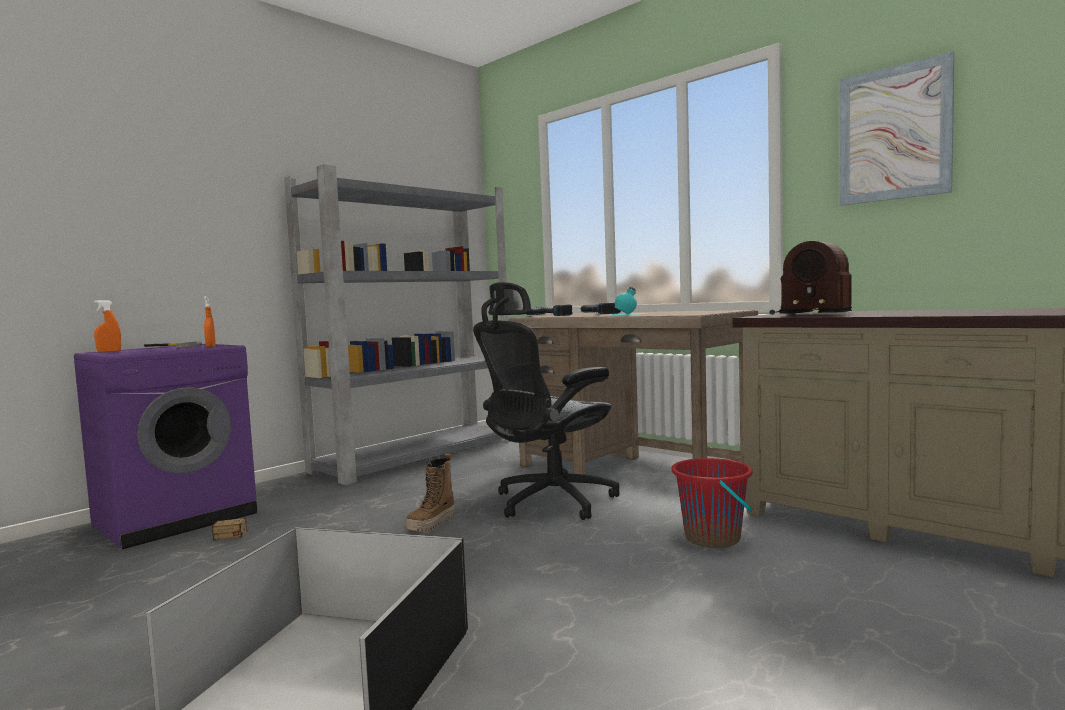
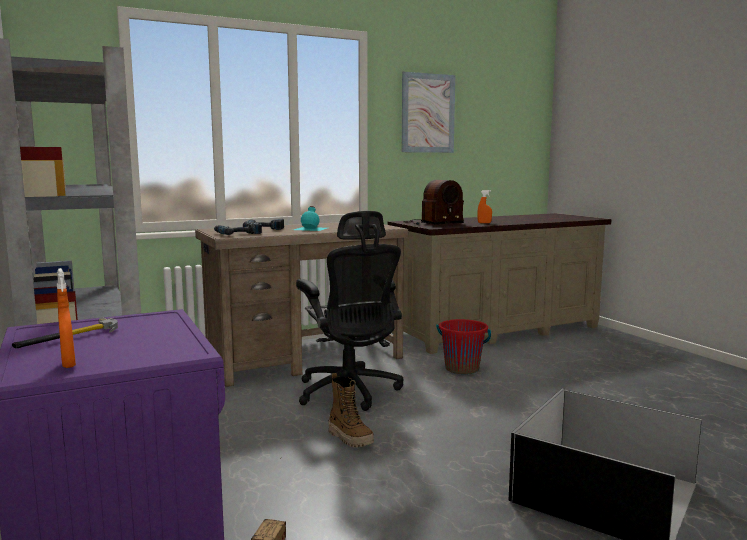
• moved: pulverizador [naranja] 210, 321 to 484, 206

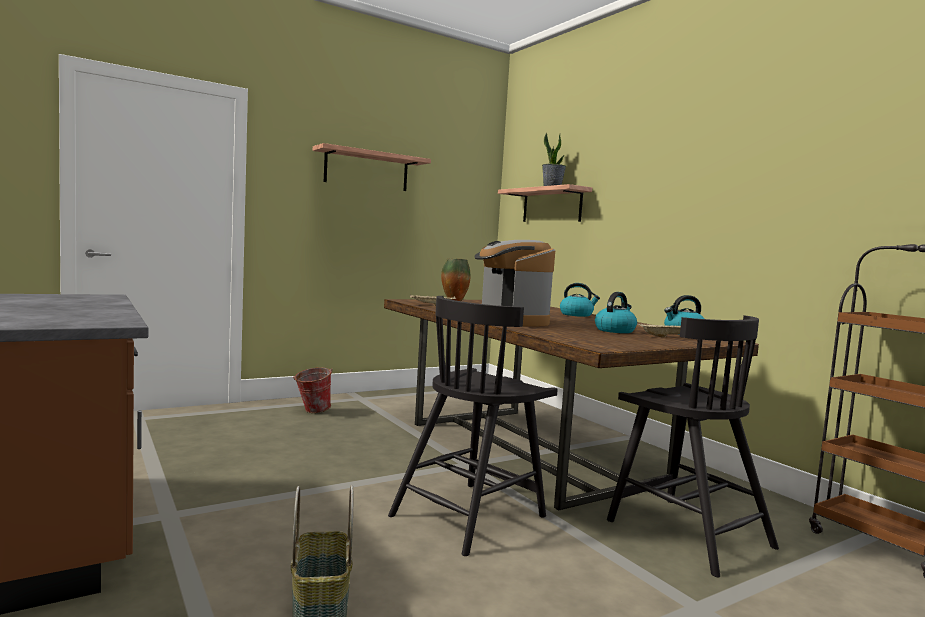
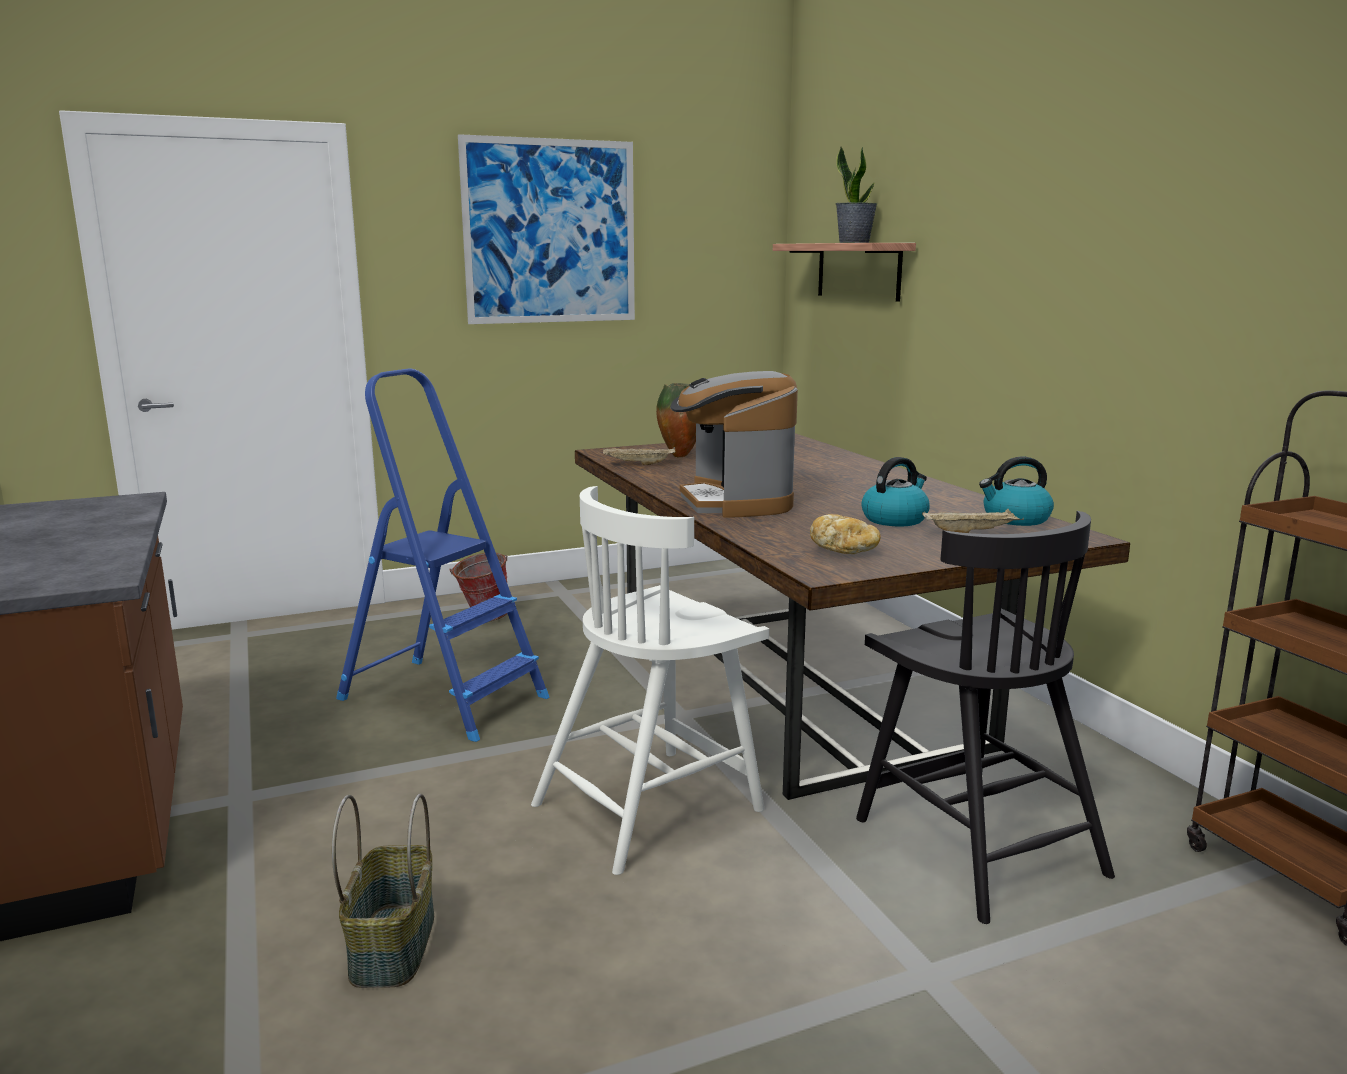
• replaced: estante 372, 167 to cuadro 546, 229
• recoloured: silla [negro] 473, 426 to silla [blanco] 650, 680
• removed: hervidor 580, 300
• added: escalera de tijera [azul] 442, 555
• added: pan 845, 534

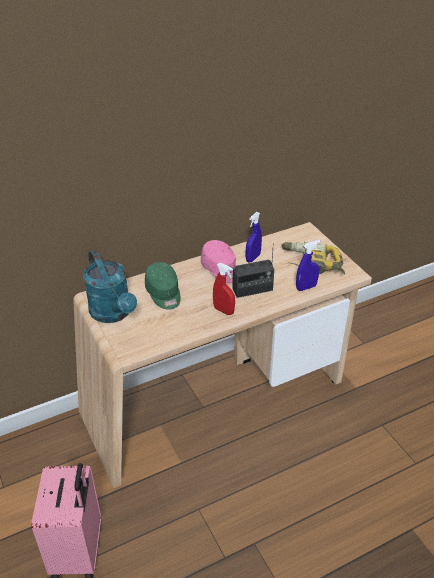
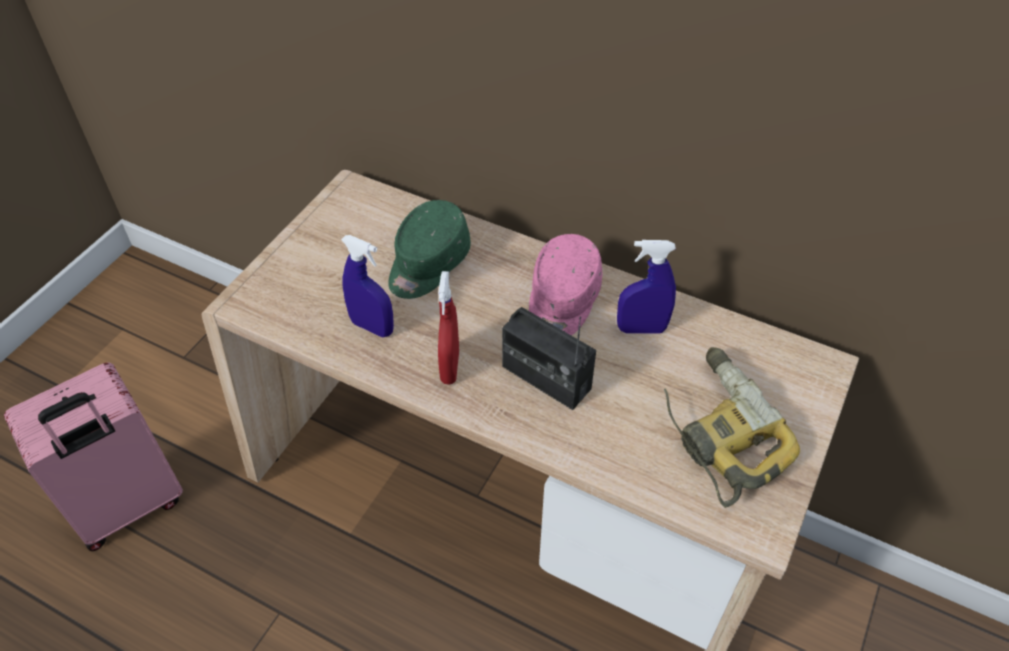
• removed: regadera [turquesa] 110, 286
• moved: pulverizador [azul] 308, 265 to 367, 286

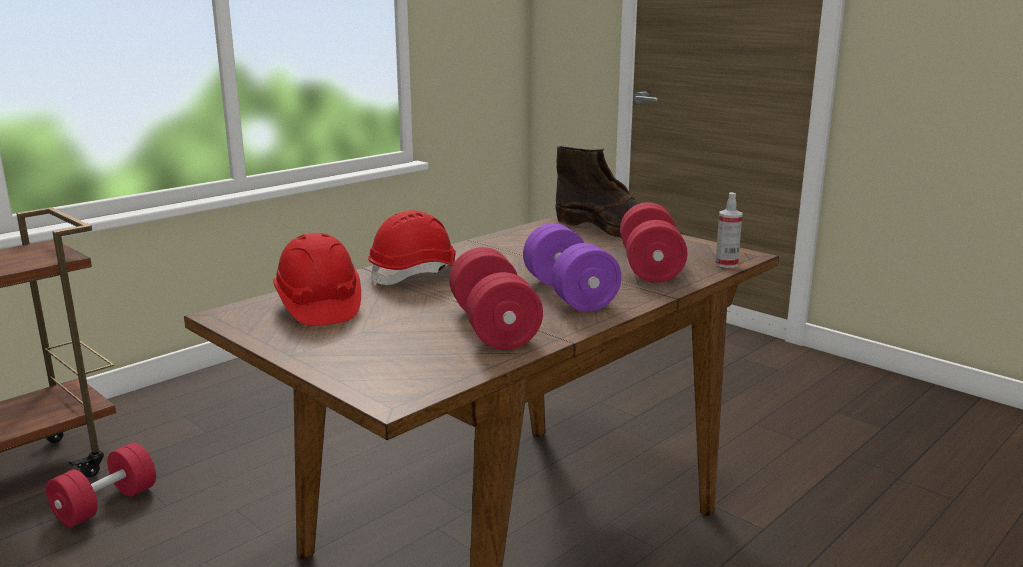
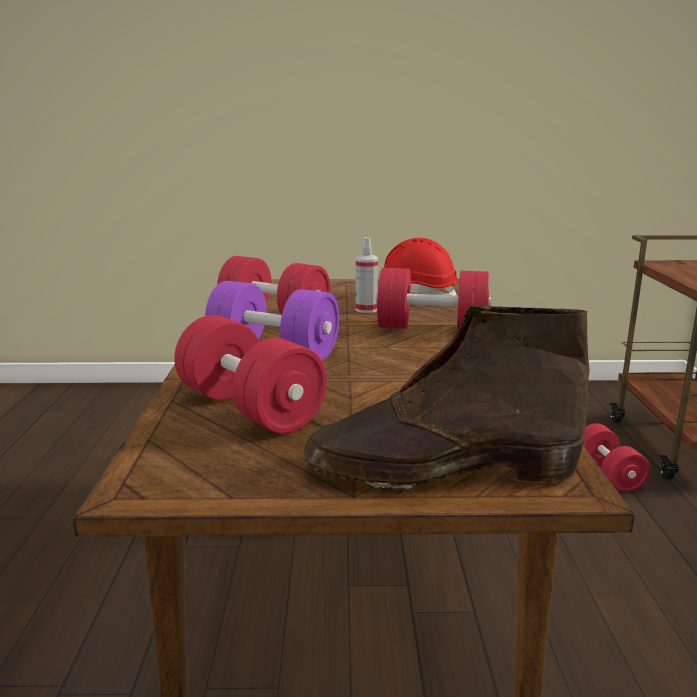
• replaced: casco [rojo] 412, 248 to mancuerna [rojo] 434, 299
• moved: pulverizador 728, 230 to 367, 275

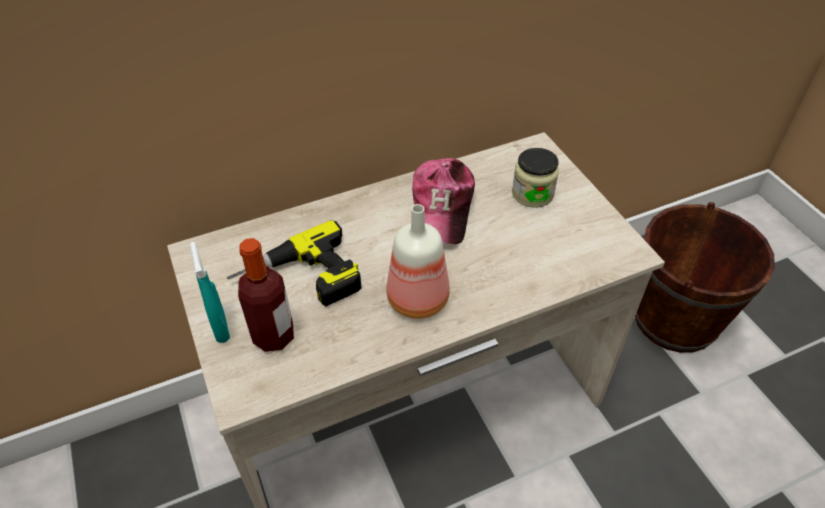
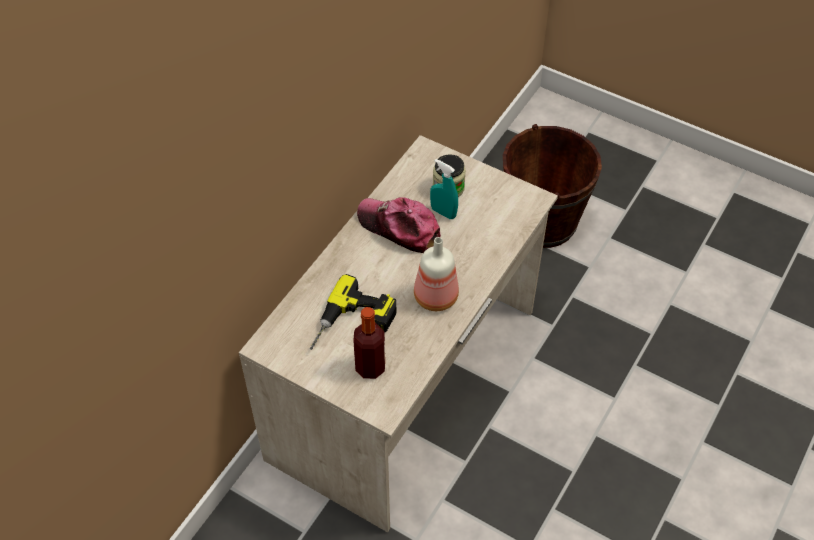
• moved: pulverizador [turquesa] 210, 292 to 444, 189
• turned: gorra 443, 201 = 399, 225 150 degrees clockwise

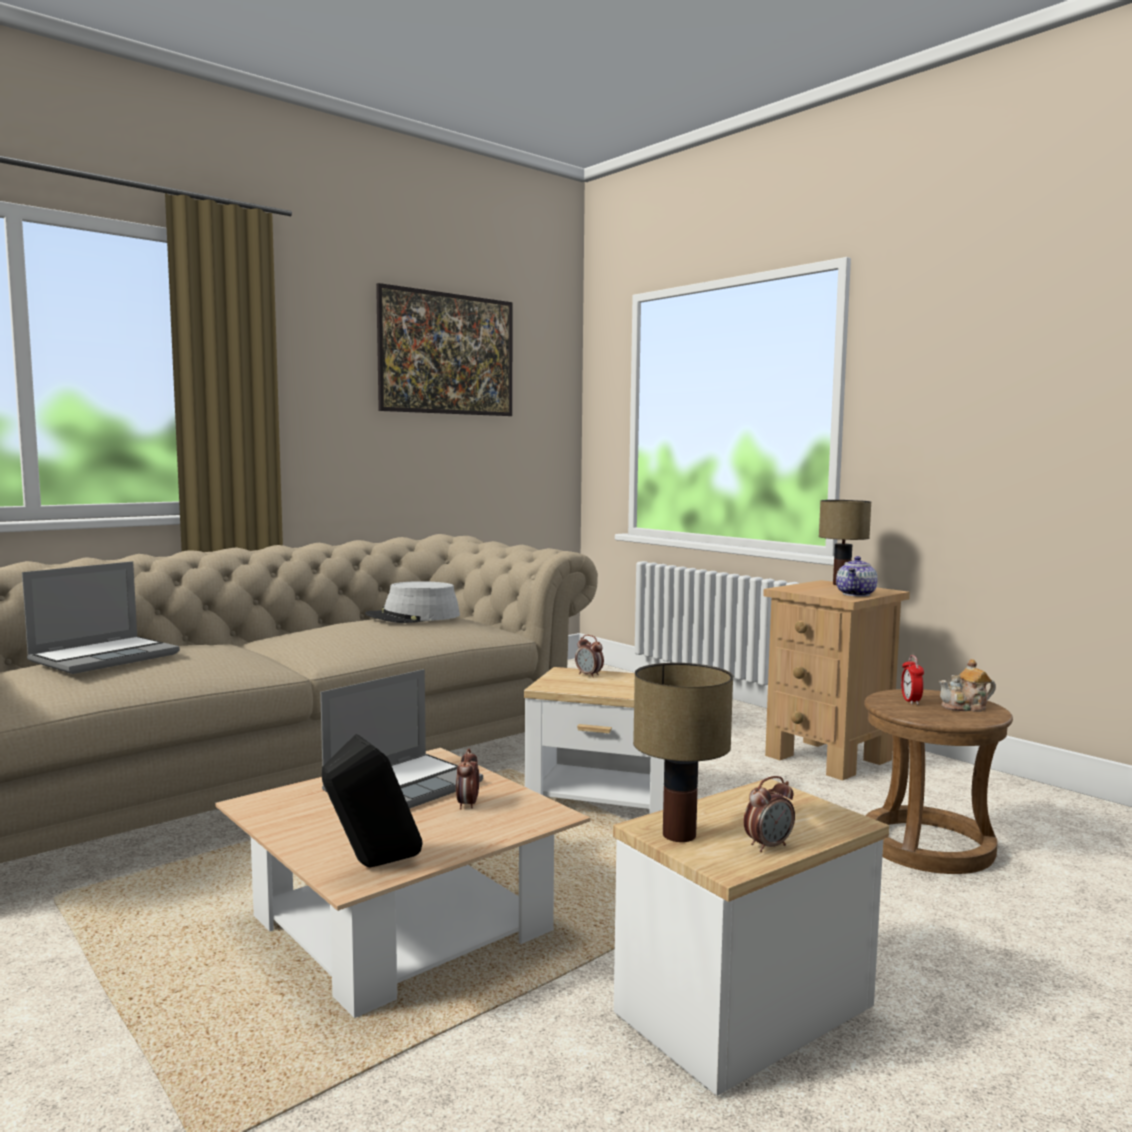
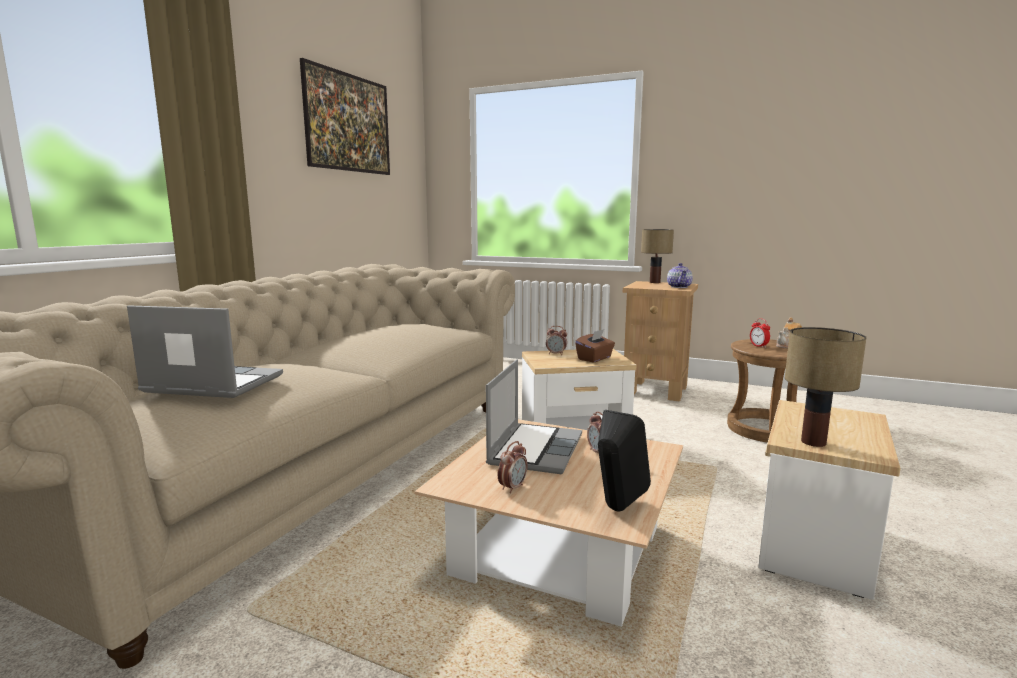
• turned: portátil 101, 617 = 205, 351 90 degrees counterclockwise
• removed: sombrero [gris] 412, 602
• moved: despertador 769, 814 to 513, 467
• added: caja de pañuelos [marrón] 595, 346

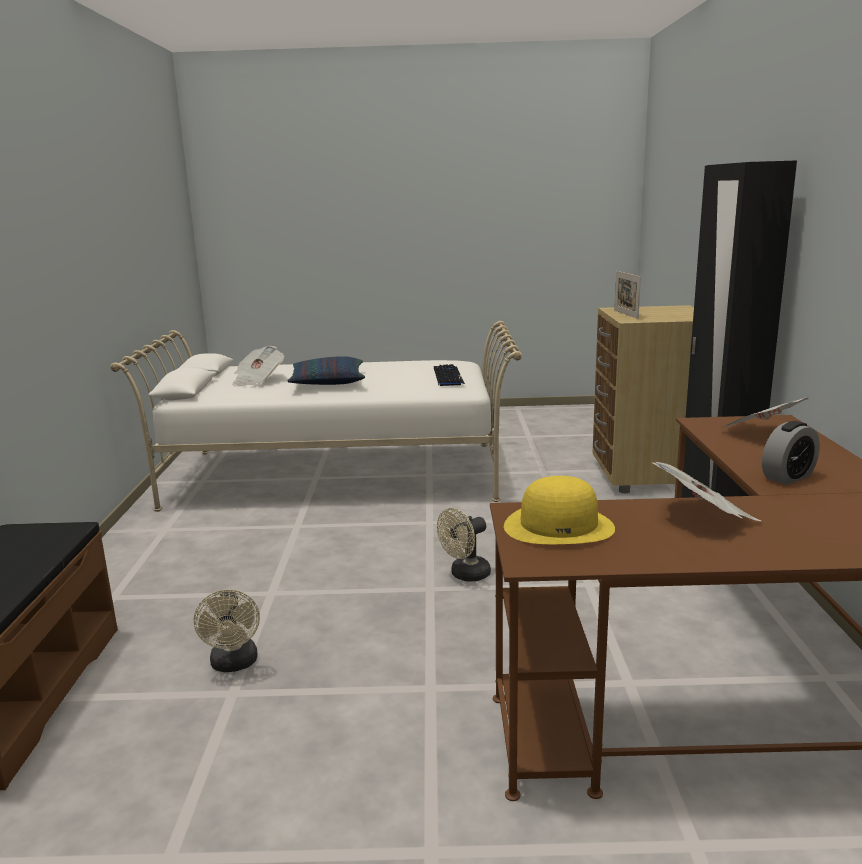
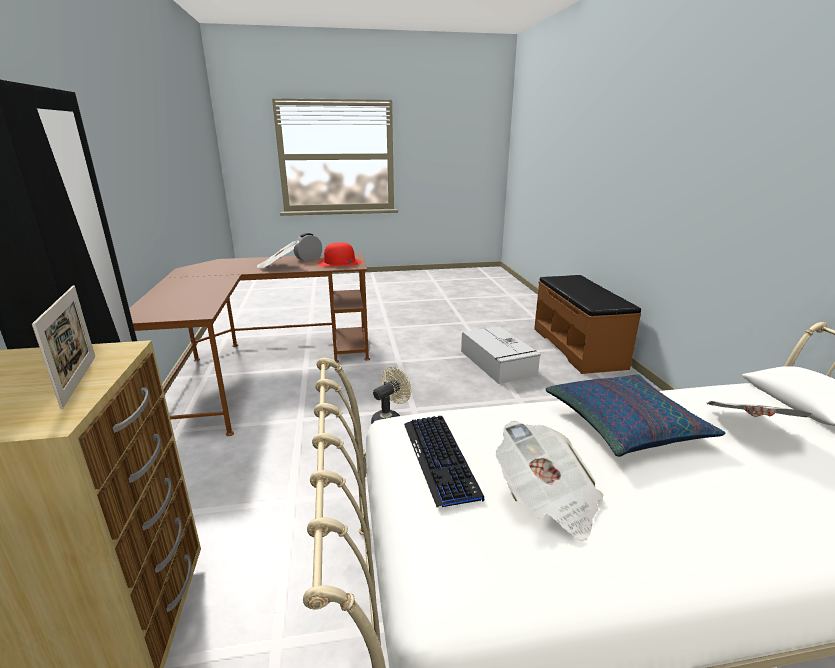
• replaced: ventilador [beis] 227, 630 to caja de almacenaje [gris] 501, 355
• recoloured: sombrero [amarillo] 559, 510 to sombrero [rojo] 340, 254
• moved: periódico 765, 412 to 550, 481
• moved: despertador 791, 453 to 307, 247

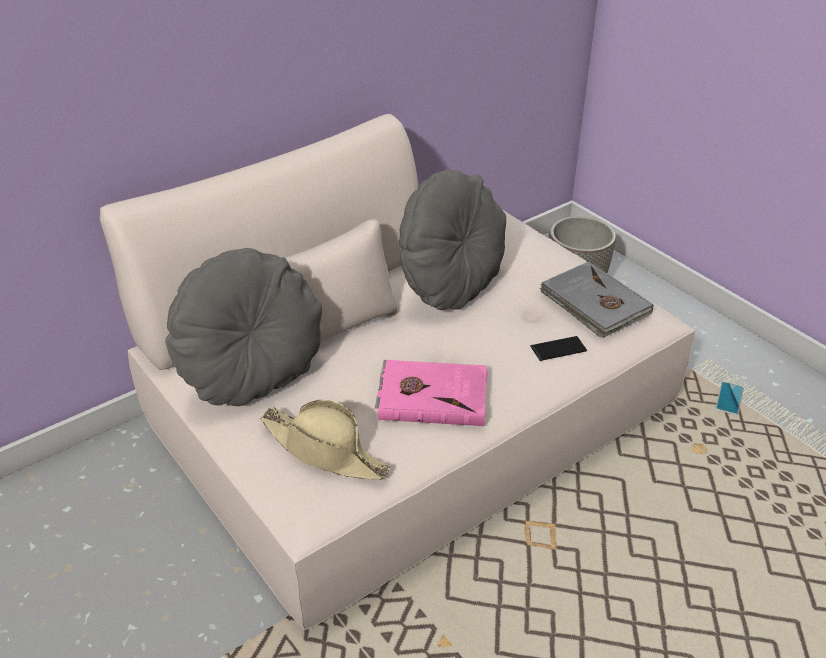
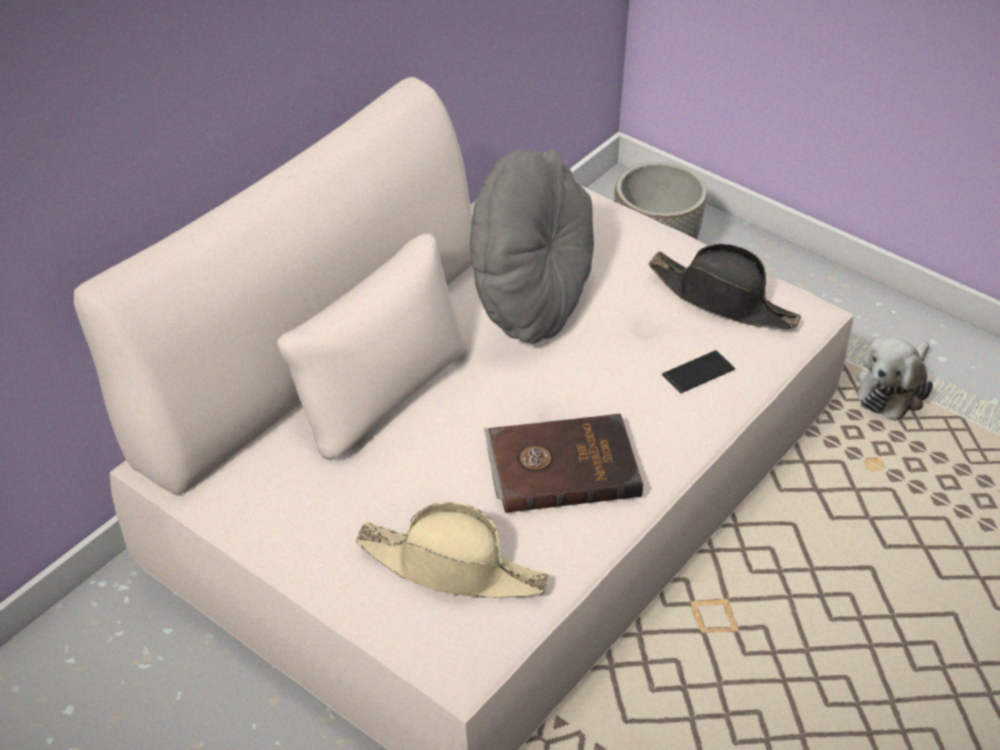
• removed: cojín [gris] 243, 327
• recoloured: libro [rosa] 431, 393 to libro [marrón] 563, 463
• replaced: libro [gris] 596, 299 to sombrero [negro] 724, 286
• replaced: móvil 729, 398 to peluche 894, 379

